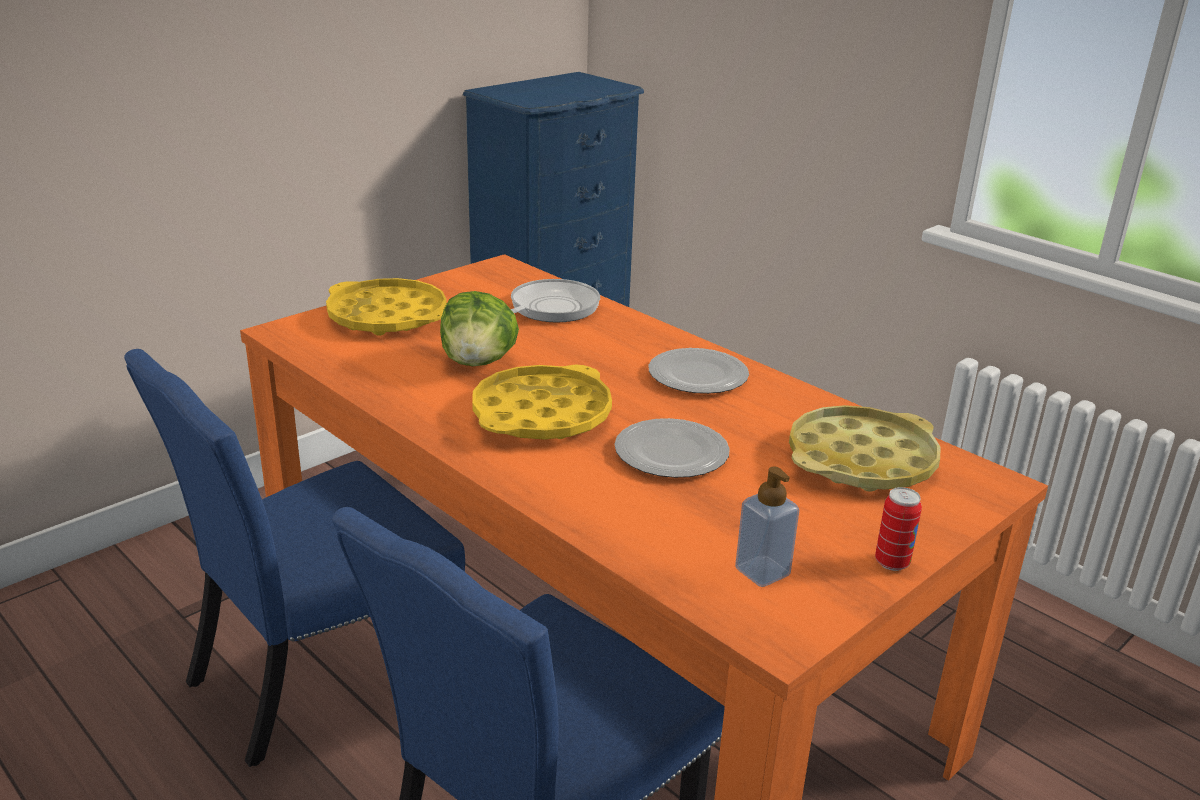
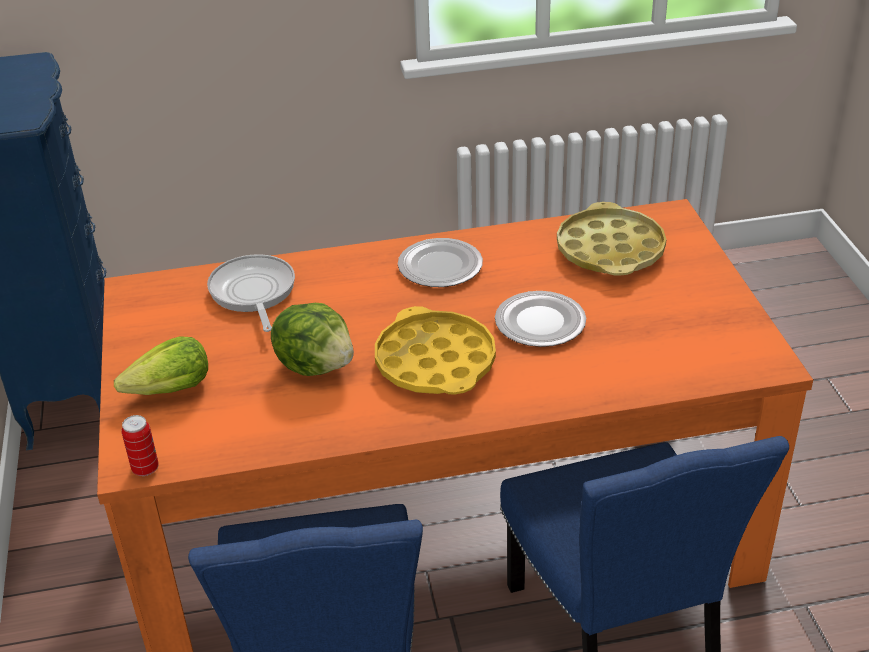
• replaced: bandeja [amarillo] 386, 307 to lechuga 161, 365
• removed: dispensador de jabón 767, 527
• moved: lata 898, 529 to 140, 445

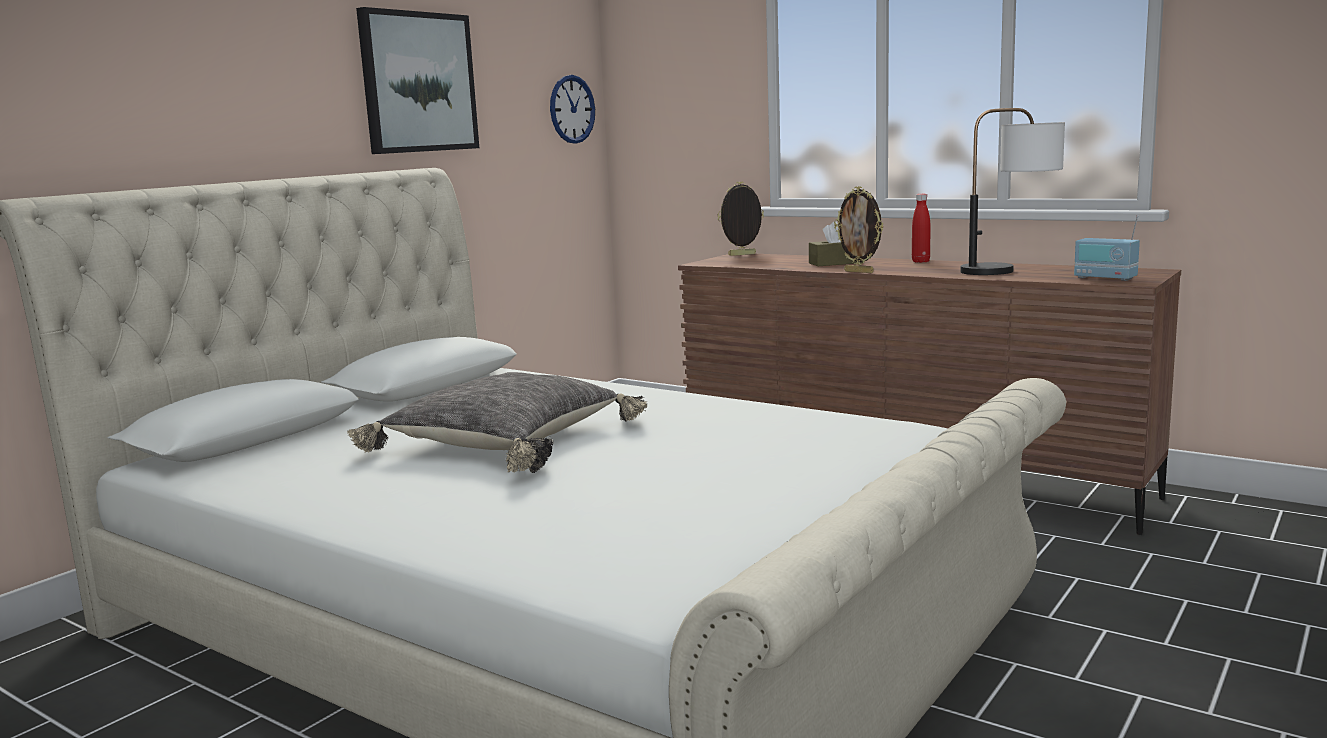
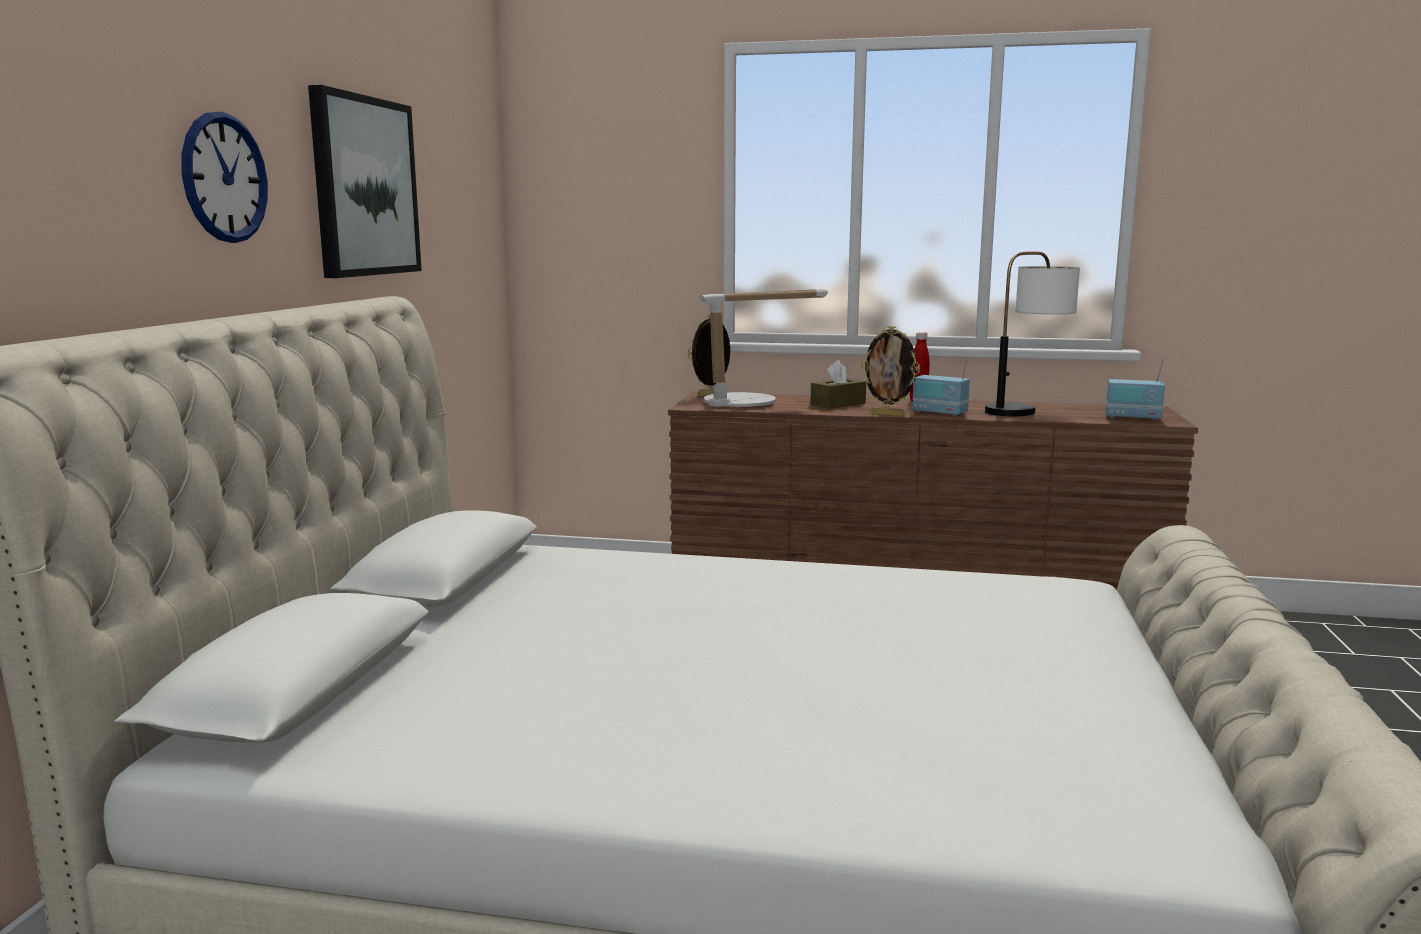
• removed: cojín 497, 422
• moved: reloj de pared 572, 109 to 224, 177
• added: lámpara de mesa 763, 348
• added: radio 941, 386

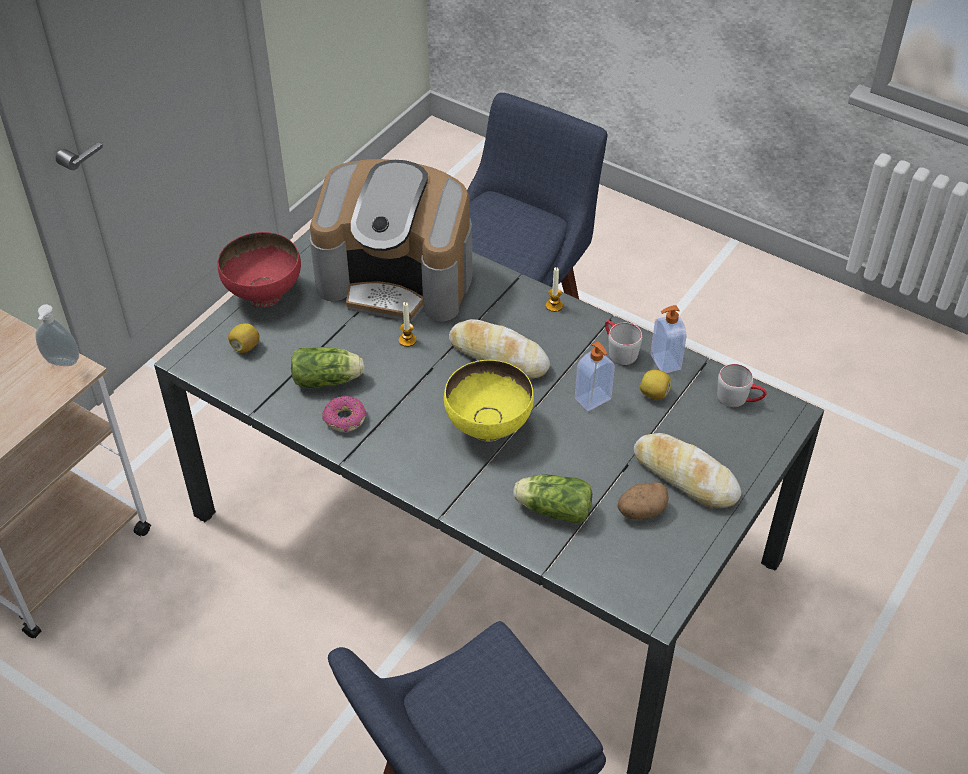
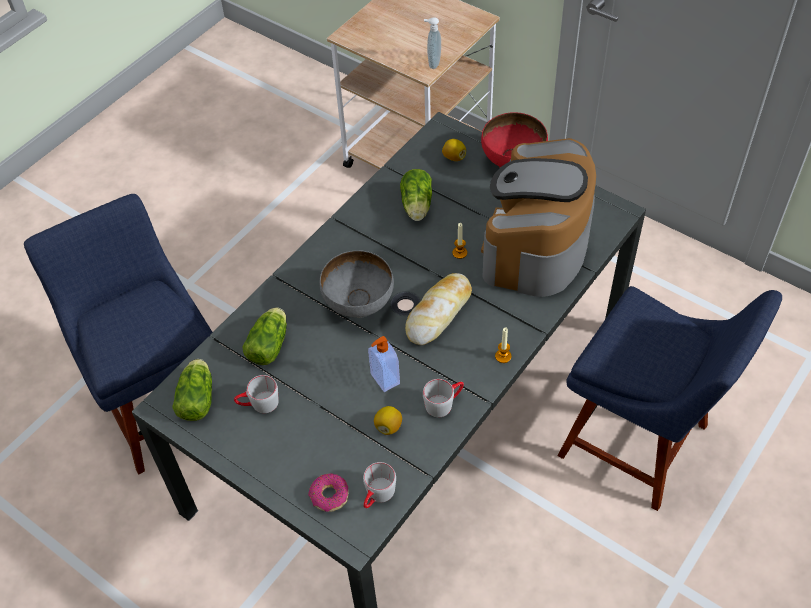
• moved: rosquilla 344, 414 to 328, 492
• recoloured: cuenco [amarillo] 489, 401 to cuenco [gris] 357, 284
• replaced: patata 643, 501 to taza grande [gris] 256, 394
• removed: pan 687, 470
• removed: dispensador de jabón 668, 339
• added: lechuga 192, 390

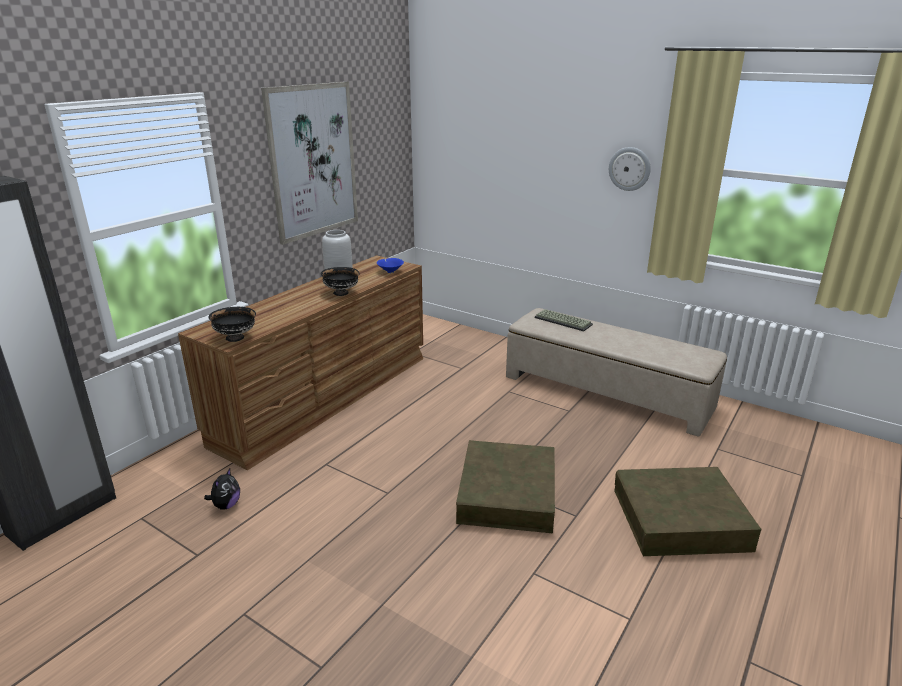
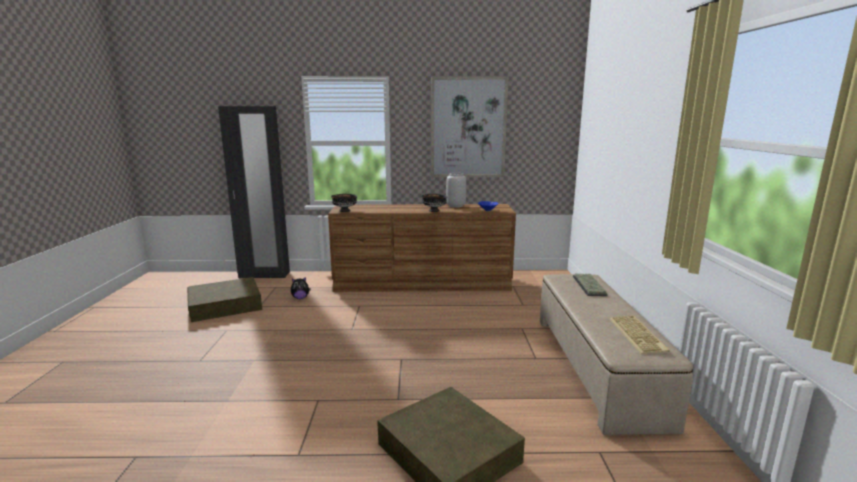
• moved: caja de almacenaje [marrón] 505, 486 to 224, 299
• removed: reloj de pared 630, 169
• added: teclado 640, 334

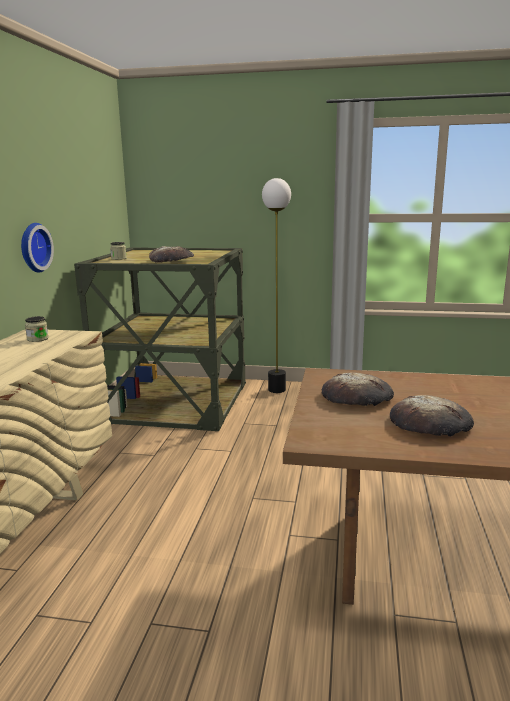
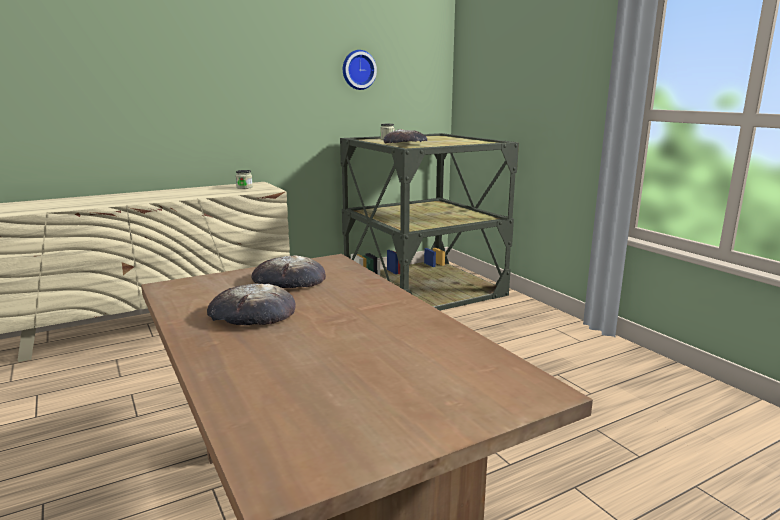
• moved: reloj de pared 37, 248 to 360, 70
• removed: lámpara de pie 276, 285

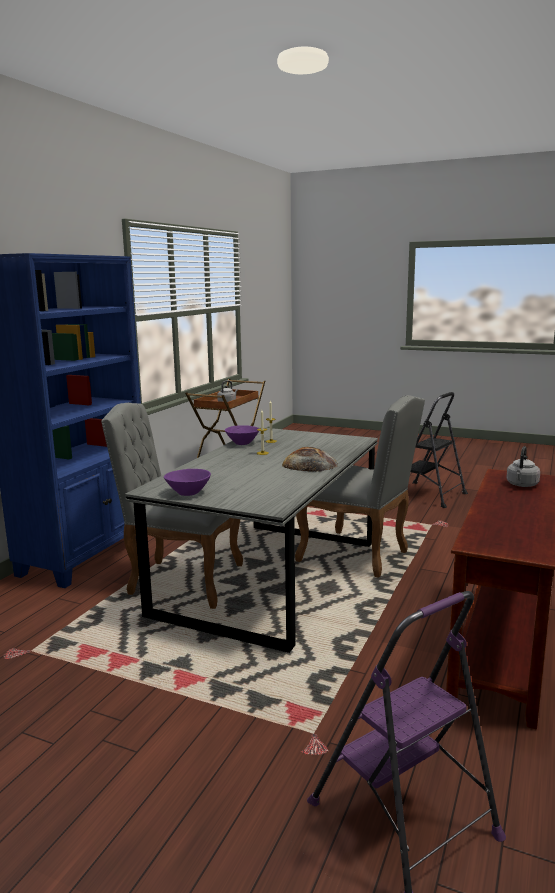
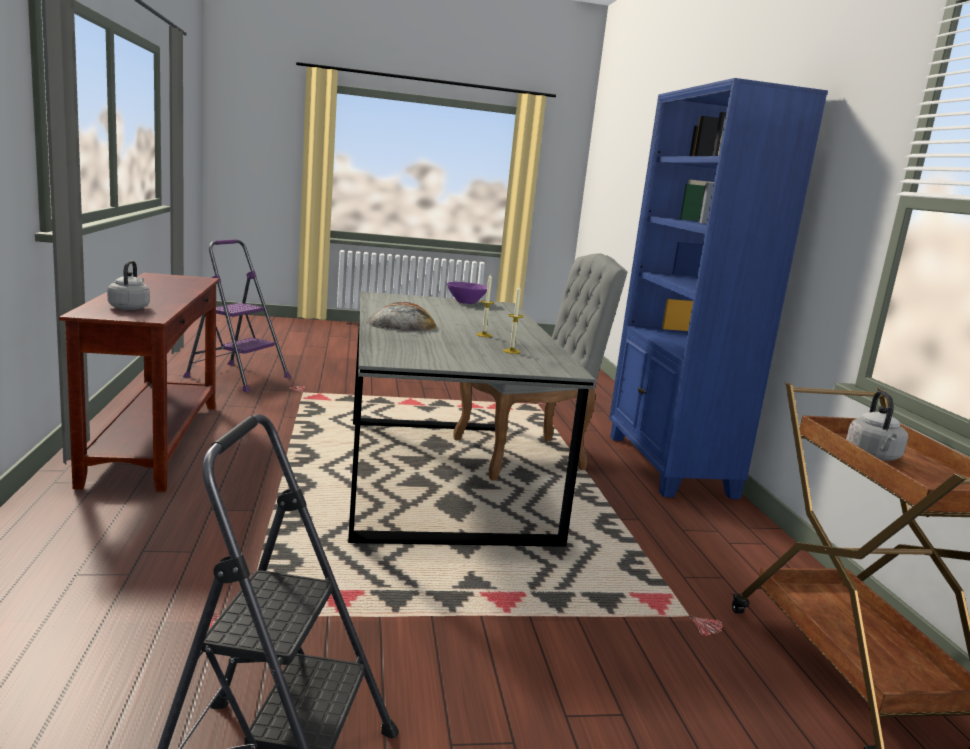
• removed: cuenco [morado] 242, 435
• removed: silla [gris] 360, 486

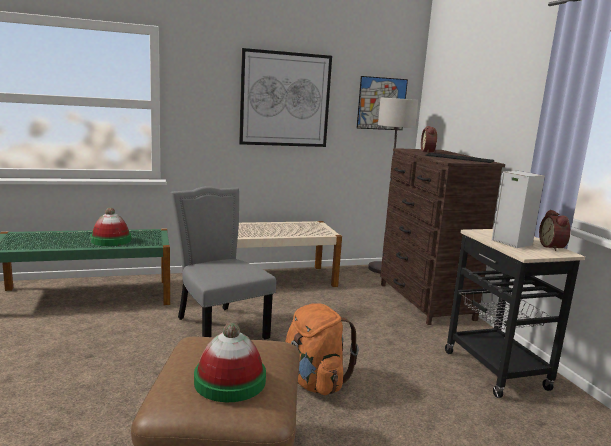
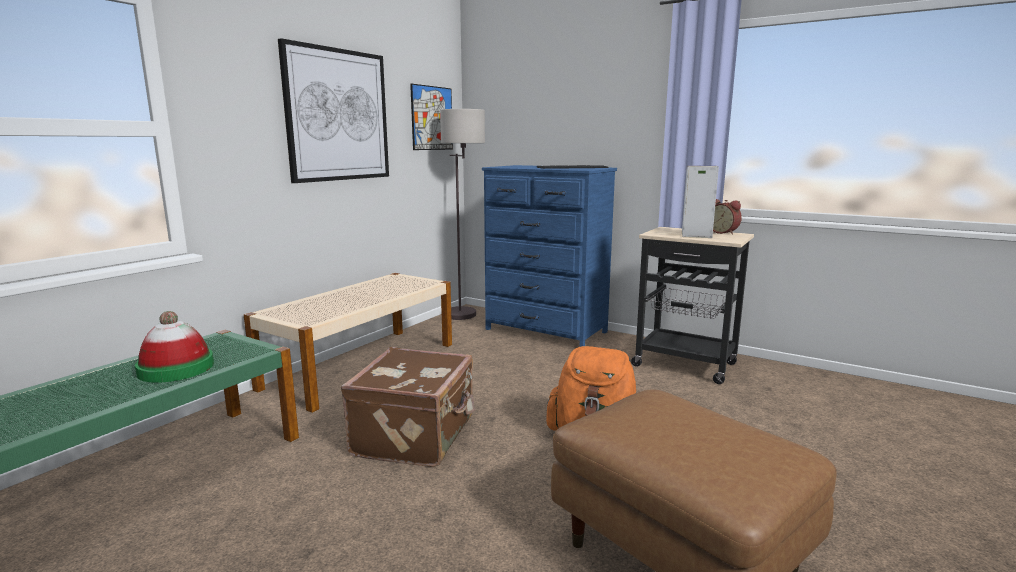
• replaced: silla [gris] 223, 263 to maleta [marrón] 408, 407
• removed: sombrero 230, 362
• recoloured: cómoda [marrón] 442, 236 to cómoda [azul] 549, 256
• removed: despertador 429, 139

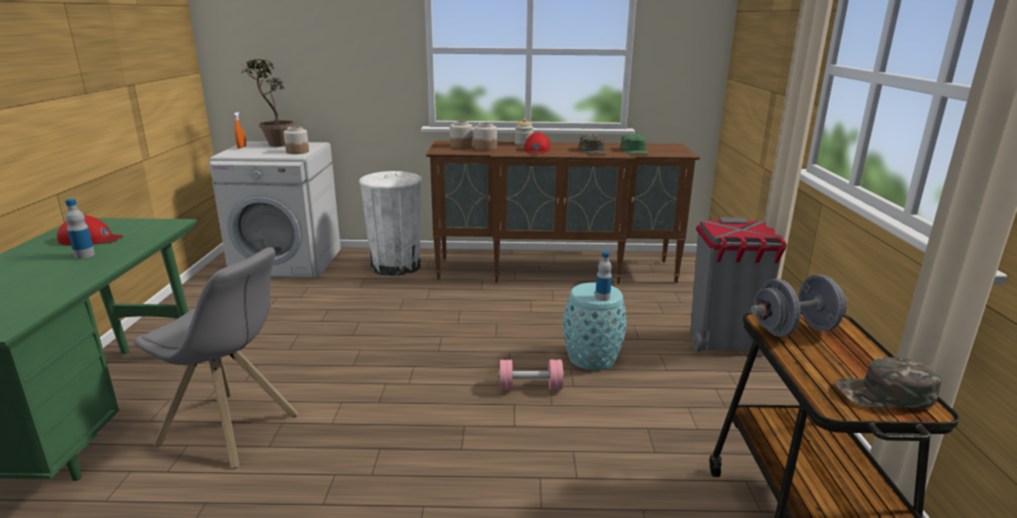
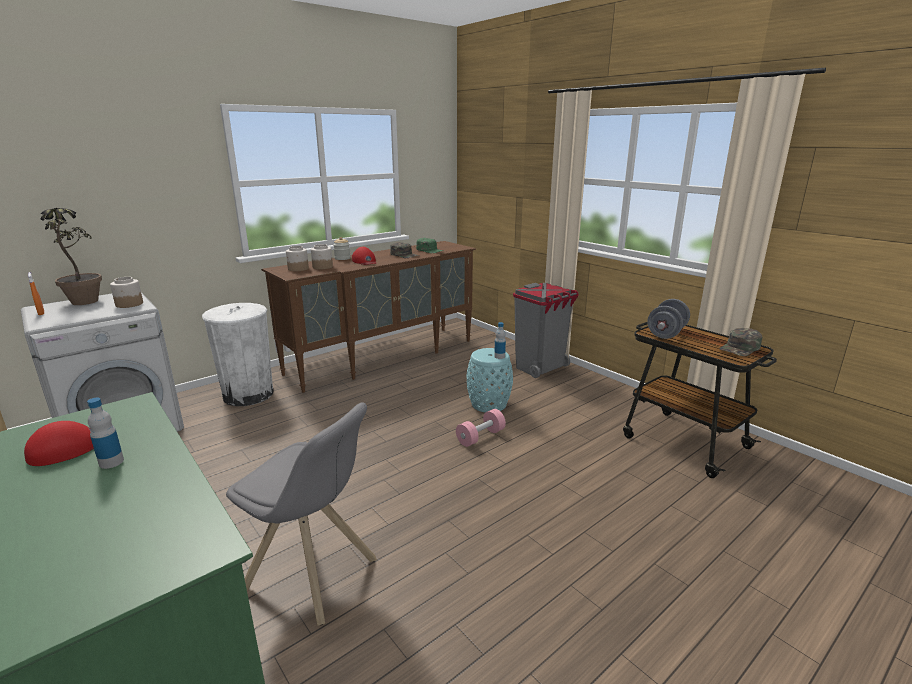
• turned: silla [gris] 216, 358 = 301, 514 45 degrees clockwise

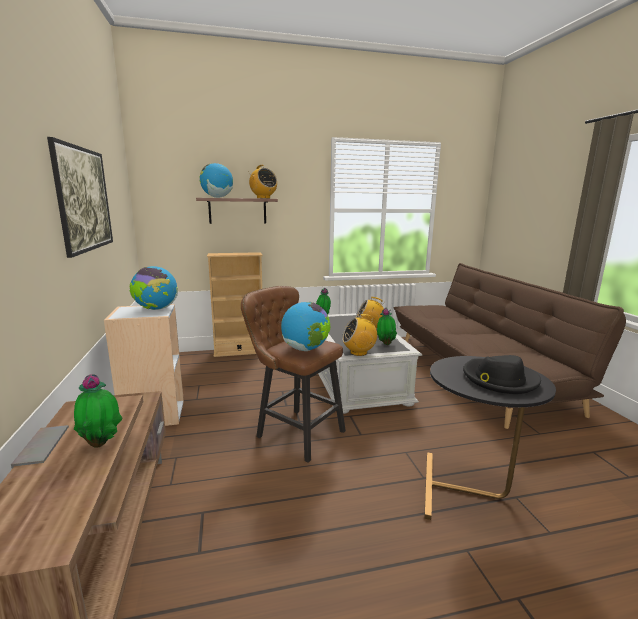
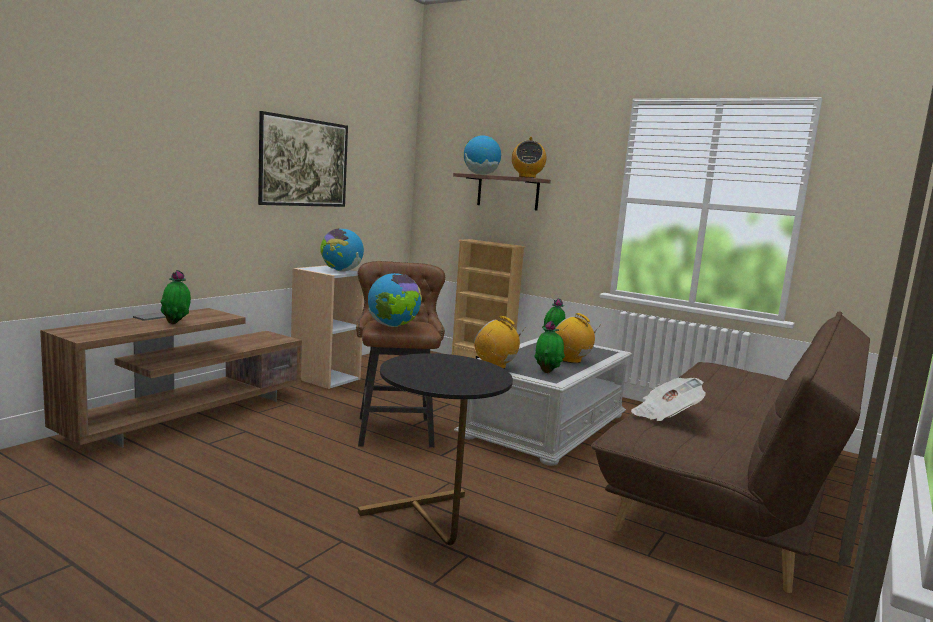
• removed: sombrero [negro] 502, 374
• added: periódico 668, 399

